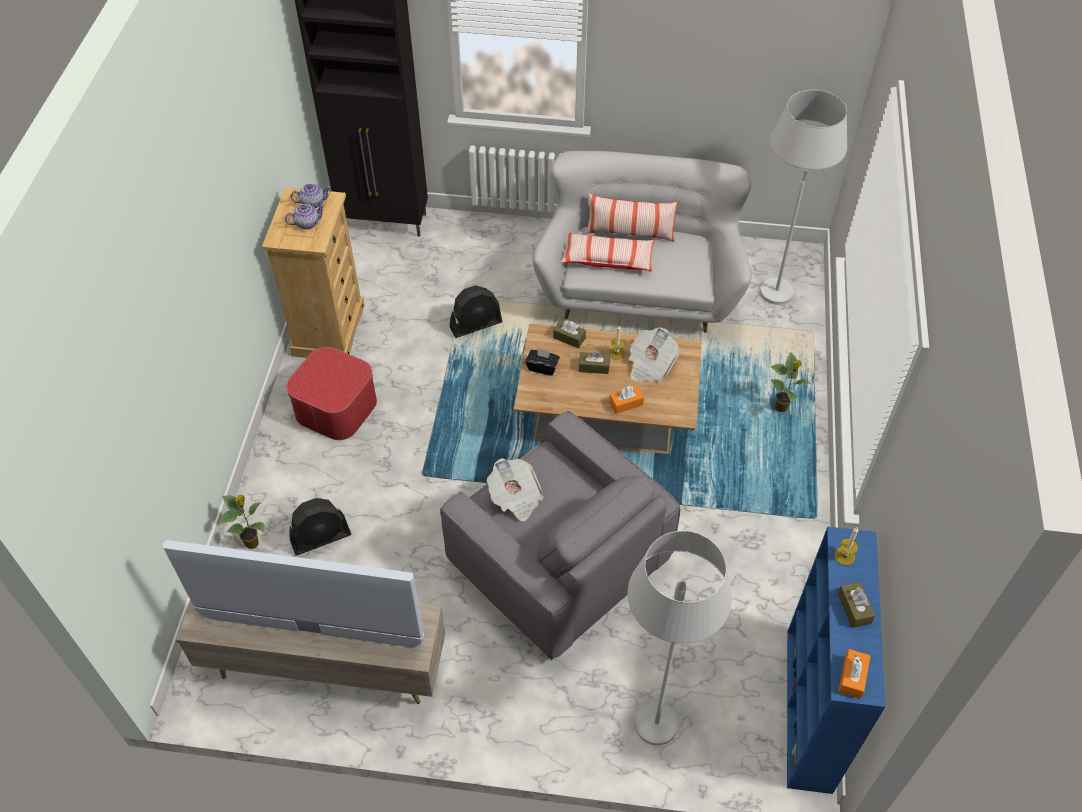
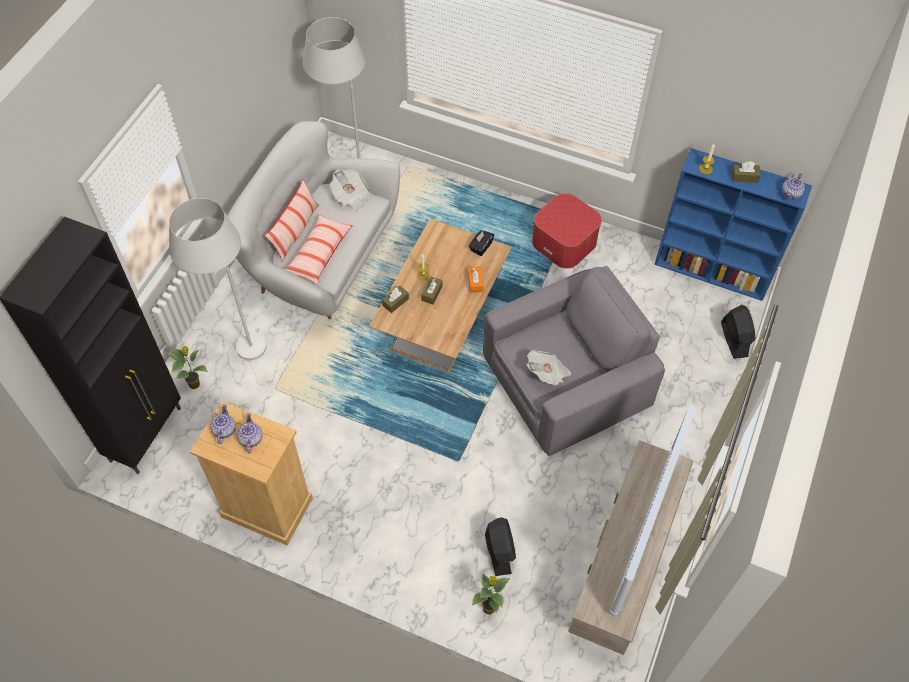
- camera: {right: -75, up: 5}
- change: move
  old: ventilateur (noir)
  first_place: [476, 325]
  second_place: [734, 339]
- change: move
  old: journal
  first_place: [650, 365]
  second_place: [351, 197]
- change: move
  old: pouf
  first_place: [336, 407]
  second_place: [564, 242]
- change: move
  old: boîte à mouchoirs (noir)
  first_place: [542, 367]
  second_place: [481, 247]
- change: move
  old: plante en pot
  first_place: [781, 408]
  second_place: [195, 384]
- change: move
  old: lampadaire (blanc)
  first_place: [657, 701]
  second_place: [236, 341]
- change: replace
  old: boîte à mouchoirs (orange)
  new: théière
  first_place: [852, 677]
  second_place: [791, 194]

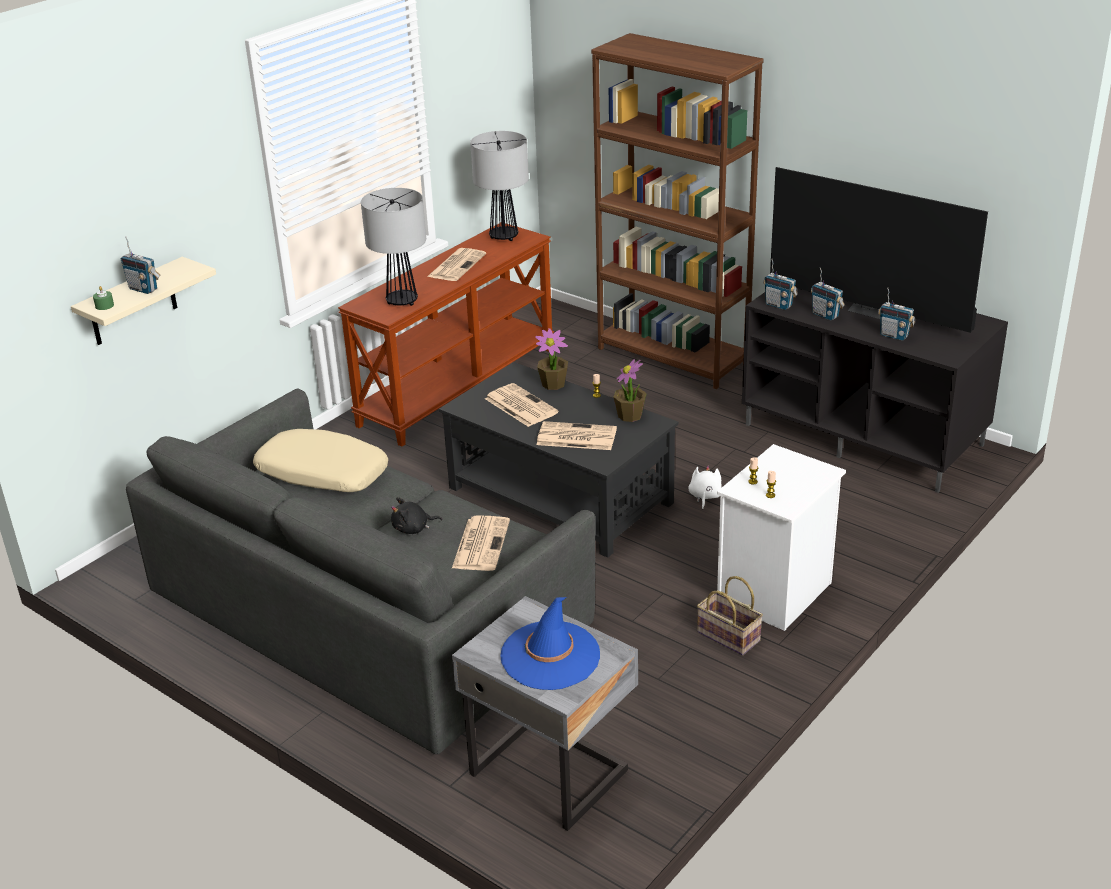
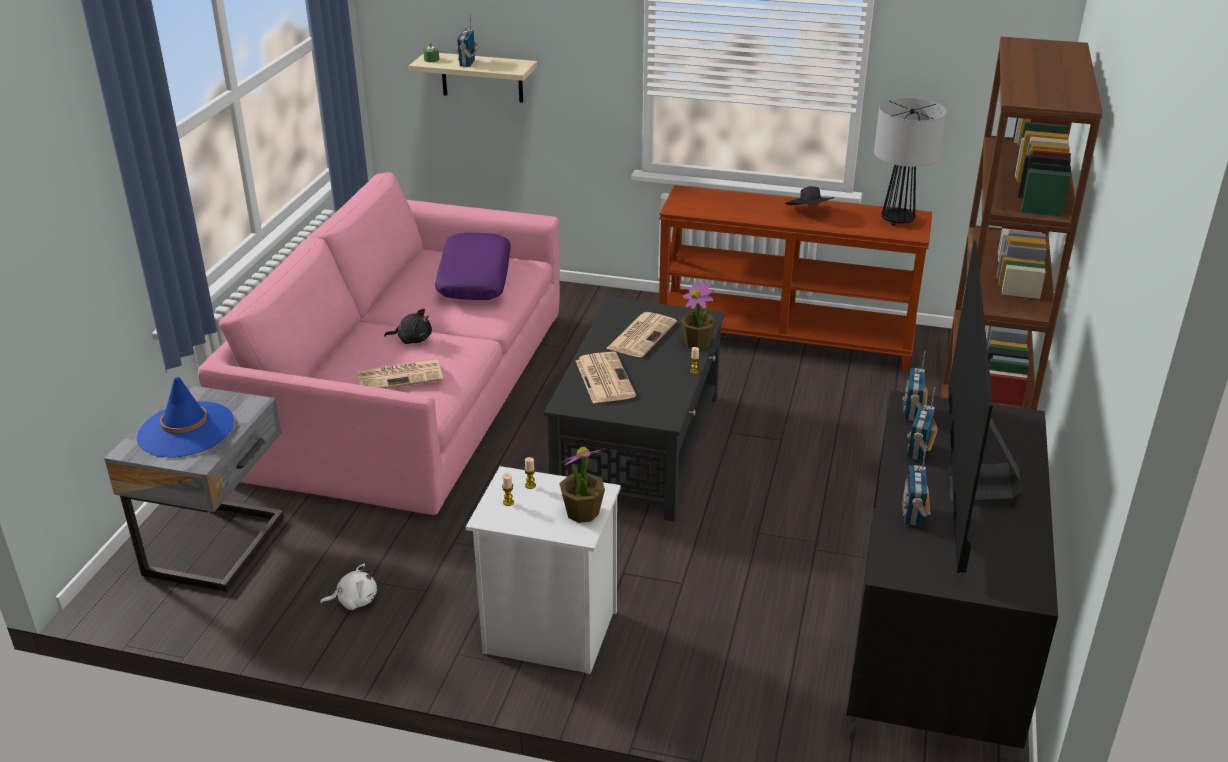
- camera: {right: 65, up: 0}
- change: delete
  old: lampe de table
  first_place: [402, 301]
- change: replace
  old: journal
  new: chapeau (noir)
  first_place: [456, 265]
  second_place: [809, 213]
- change: move
  old: plante en pot
  first_place: [630, 415]
  second_place: [582, 512]
- change: recolor
  old: canapé (gris)
  new: canapé (rose)
  first_place: [366, 607]
  second_place: [408, 392]
- change: recolor
  old: coussin (beige)
  new: coussin (violet)
  first_place: [321, 474]
  second_place: [474, 278]
- change: move
  old: peluche (blanc)
  first_place: [704, 497]
  second_place: [354, 600]
- change: rotate
  old: peluche (noir)
  first_place: [413, 528]
  second_place: [412, 339]
  degrees: 135
- change: delete
  old: panier
  first_place: [726, 636]

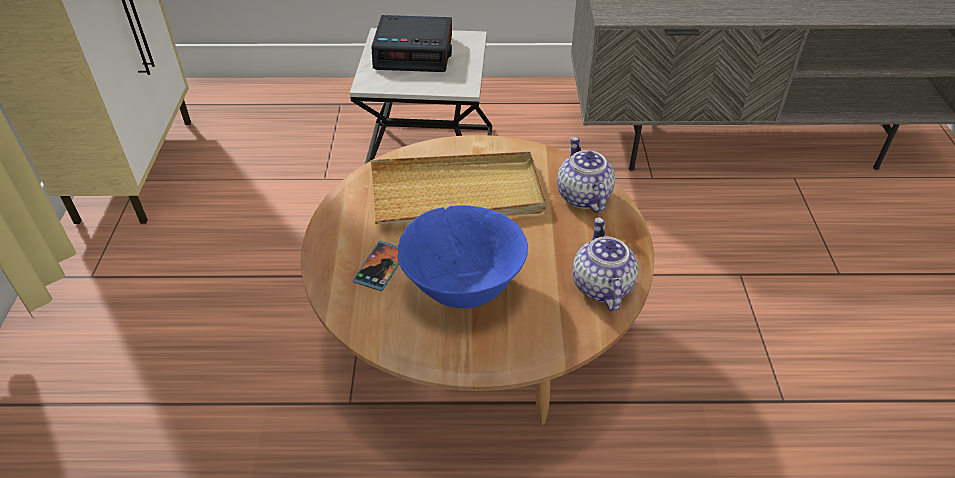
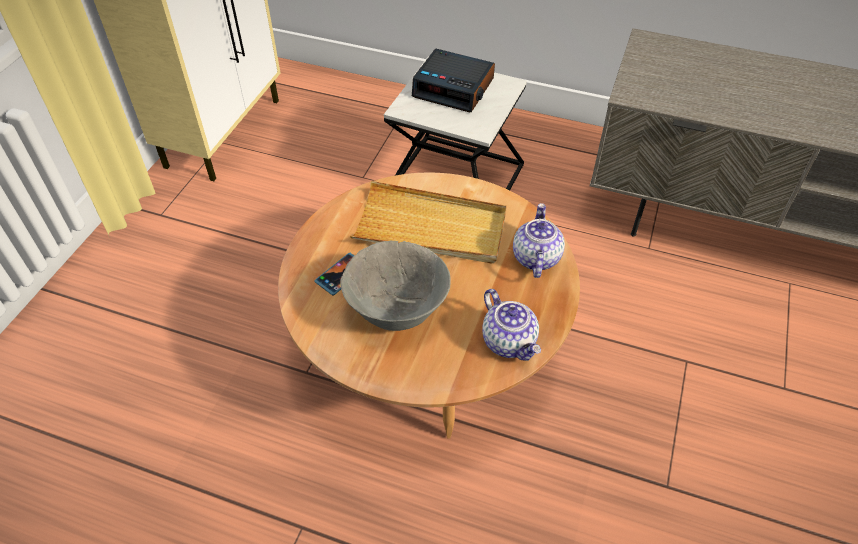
- camera: {right: 20, up: 5}
- change: recolor
  old: bol (bleu)
  new: bol (gris)
  first_place: [463, 288]
  second_place: [397, 311]
- change: rotate
  old: théière
  first_place: [601, 285]
  second_place: [509, 341]
  degrees: 135

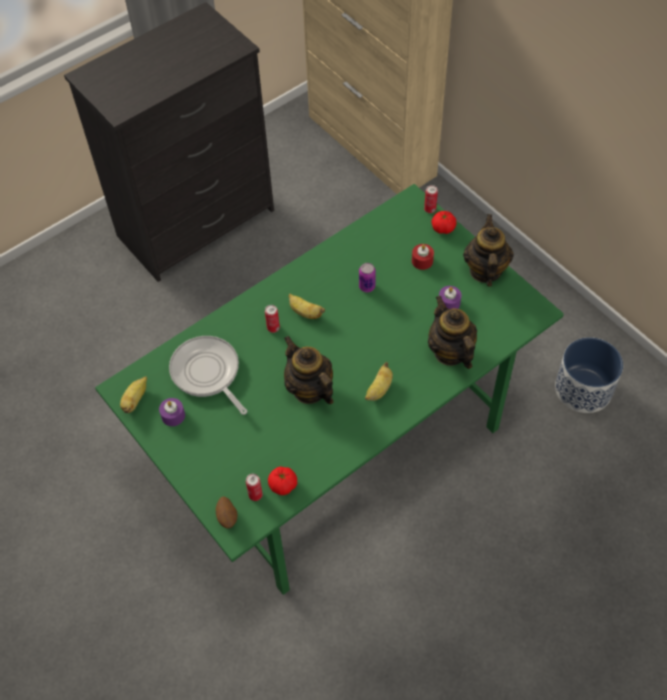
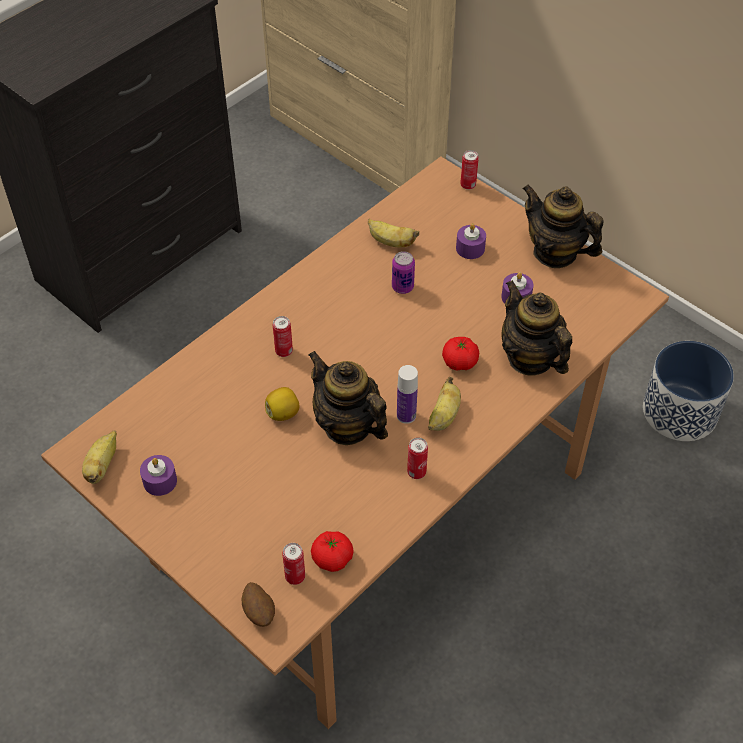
- camera: {right: -10, up: -5}
- change: recolor
  old: table à manger (vert)
  new: table à manger (marron)
  first_place: [337, 447]
  second_place: [371, 520]
- change: move
  old: tomate
  first_place: [443, 228]
  second_place: [460, 362]
- change: rotate
  old: théière
  first_place: [485, 270]
  second_place: [555, 253]
  degrees: -45
- change: recolor
  old: bougie (rouge)
  new: bougie (violet)
  first_place: [422, 261]
  second_place: [470, 248]
- change: move
  old: banane
  first_place: [305, 312]
  second_place: [390, 242]
- change: delete
  old: poêle
  first_place: [207, 373]
- change: insert
  new: bouteille
  second_place: [406, 415]
- change: insert
  new: citron
  second_place: [283, 413]
- change: insert
  new: boîte métallique
  second_place: [416, 472]

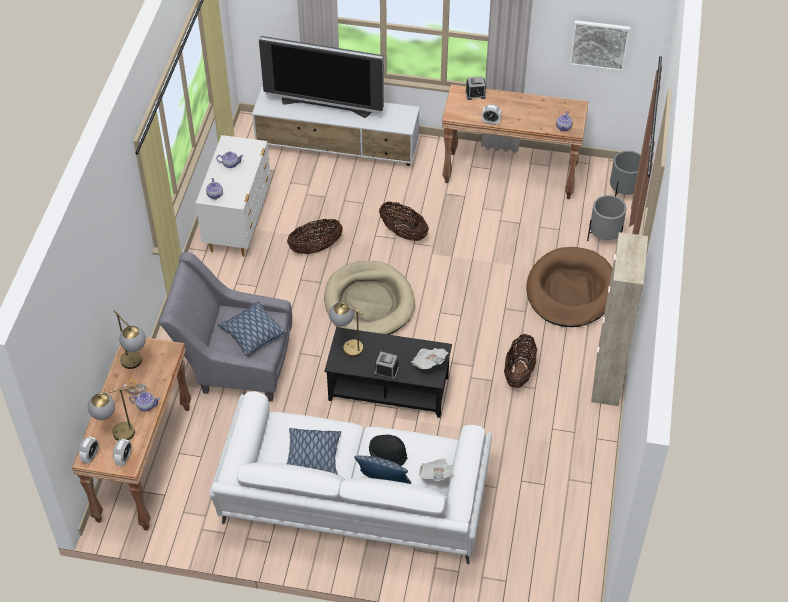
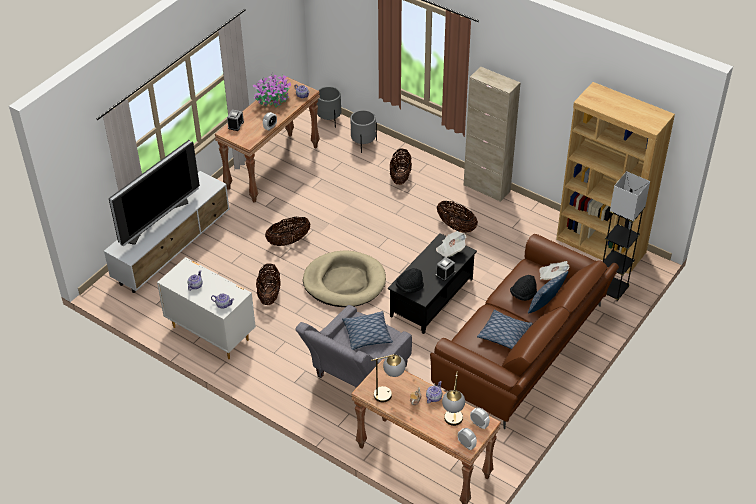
- camera: {right: -65, up: -5}
- change: delete
  old: tableau
  first_place: [599, 44]
- change: replace
  old: panier pour chien (marron)
  new: panier
  first_place: [570, 291]
  second_place: [400, 177]
- change: replace
  old: lampe de table
  new: chapeau (noir)
  first_place: [347, 346]
  second_place: [409, 287]
- change: recolor
  old: canapé (blanc)
  new: canapé (marron)
  first_place: [352, 503]
  second_place: [522, 349]
- change: insert
  new: plante en pot
  second_place: [273, 100]
- change: insert
  new: bibliothèque (marron)
  second_place: [601, 246]
- change: insert
  new: lampadaire (noir)
  second_place: [612, 290]

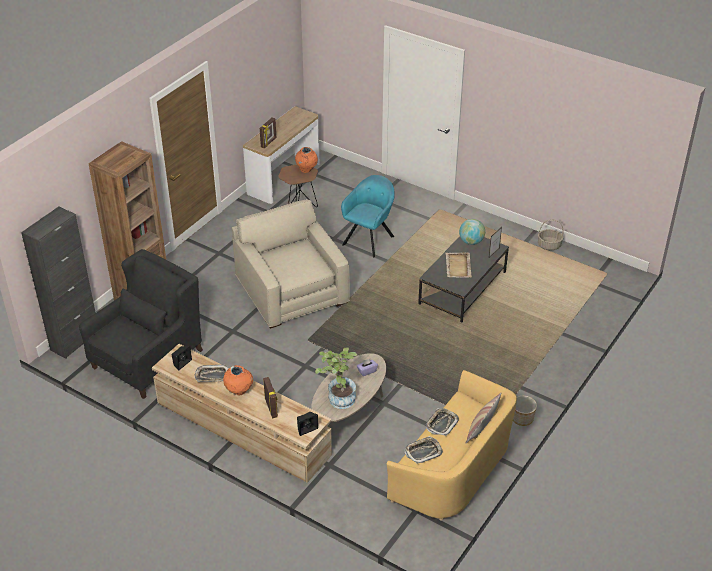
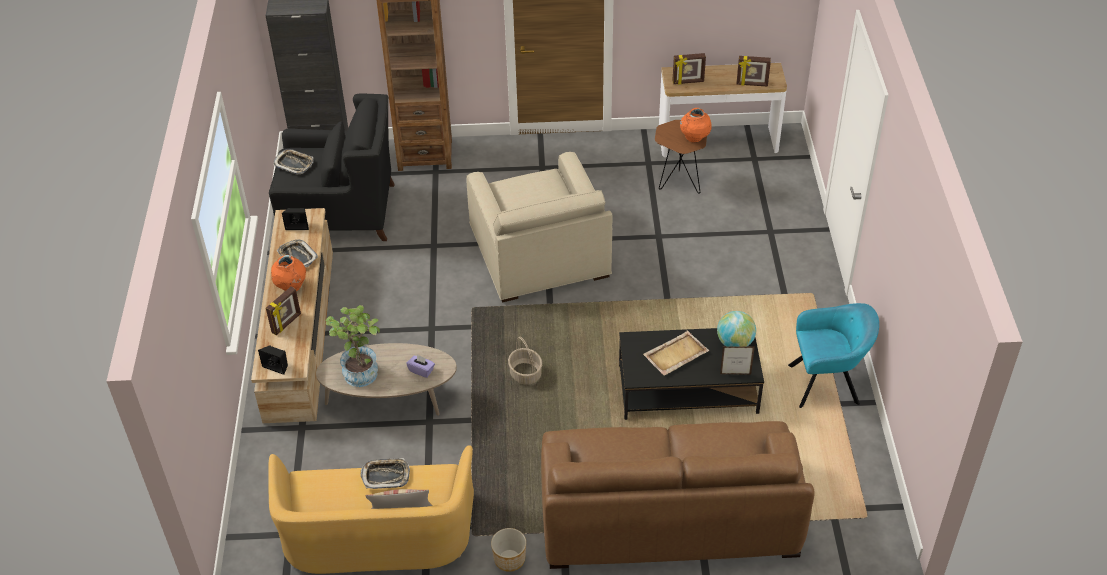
- camera: {right: 55, up: 5}
- change: move
  old: fauteuil (turquoise)
  first_place: [369, 239]
  second_place: [827, 384]
- change: rotate
  old: fauteuil (beige)
  first_place: [291, 290]
  second_place: [539, 252]
  degrees: 135
- change: move
  old: panier
  first_place: [549, 245]
  second_place: [526, 374]
- change: move
  old: plateau
  first_place: [423, 452]
  second_place: [294, 164]
- change: insert
  new: cadre photo
  second_place: [752, 84]
- change: insert
  new: canapé (marron)
  second_place: [668, 512]

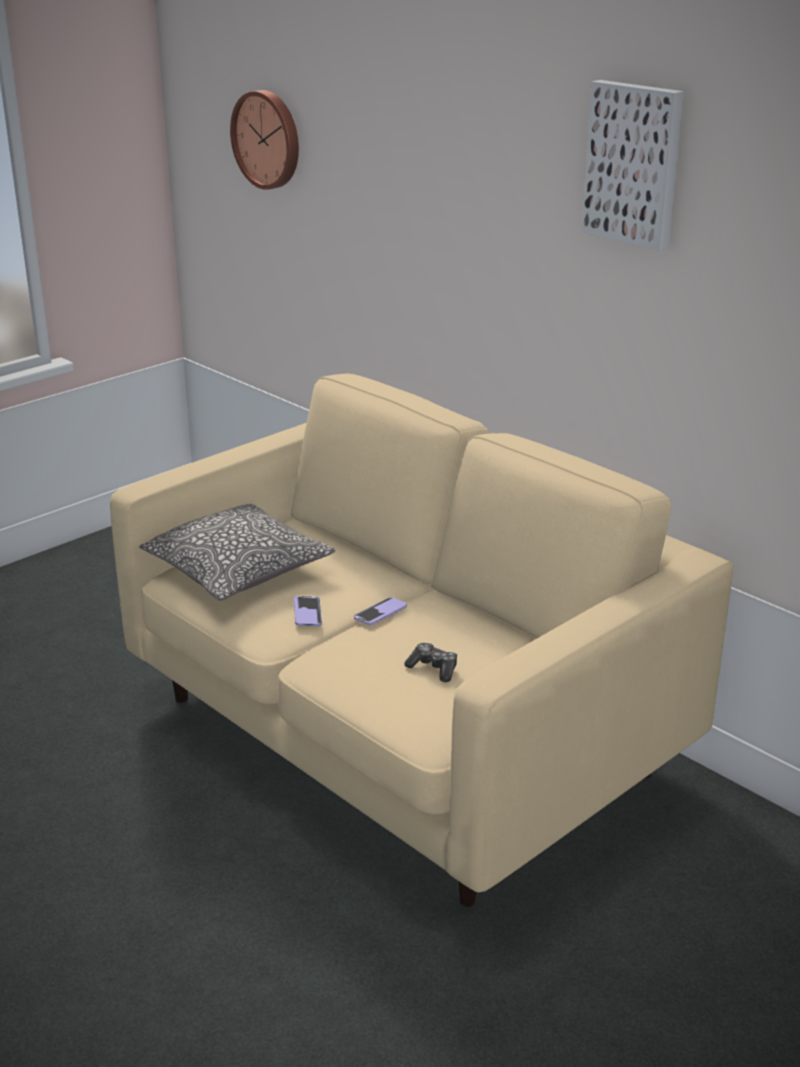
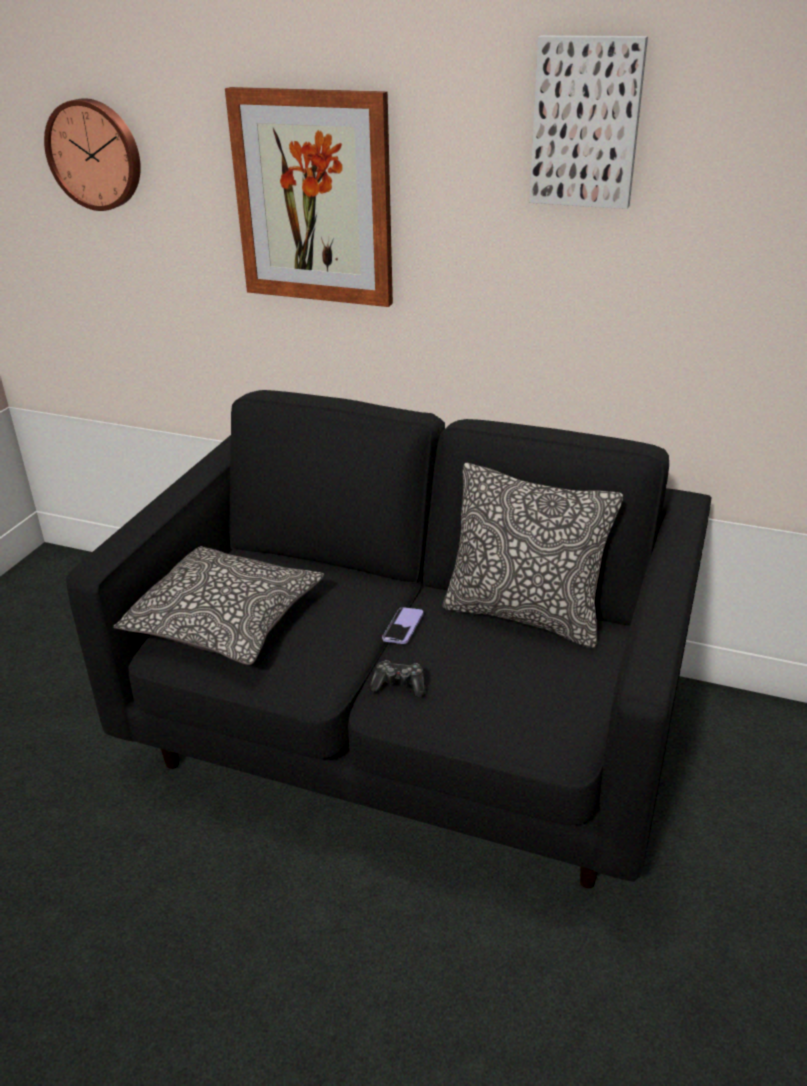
- camera: {right: -25, up: 5}
- change: recolor
  old: canapé (beige)
  new: canapé (noir)
  first_place: [400, 734]
  second_place: [408, 729]
- change: delete
  old: téléphone
  first_place: [307, 613]
- change: move
  old: manette
  first_place: [433, 668]
  second_place: [399, 685]
- change: insert
  new: tableau
  second_place: [314, 198]
- change: insert
  new: coussin
  second_place: [524, 615]

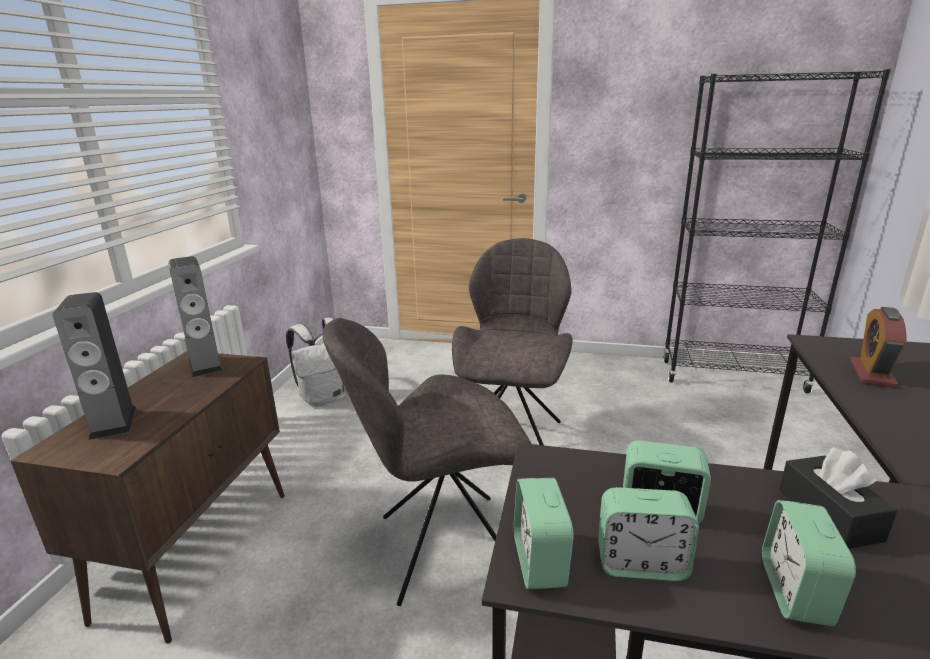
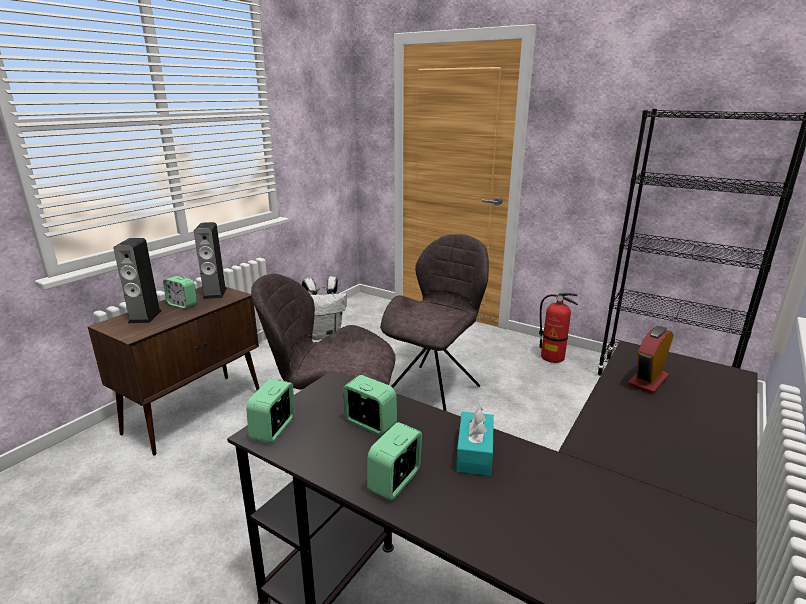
- camera: {right: 20, up: 0}
- change: recolor
  old: boîte à mouchoirs (noir)
  new: boîte à mouchoirs (turquoise)
  first_place: [829, 514]
  second_place: [474, 453]
- change: move
  old: réveil
  first_place: [641, 564]
  second_place: [182, 304]
- change: insert
  new: extincteur
  second_place: [552, 357]

